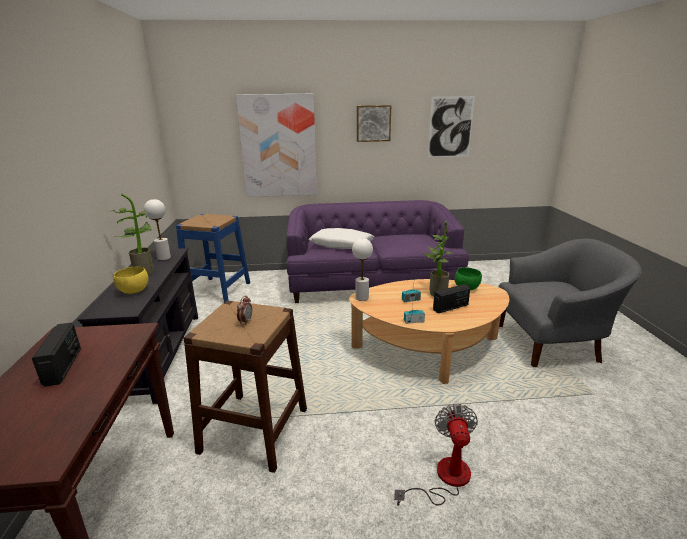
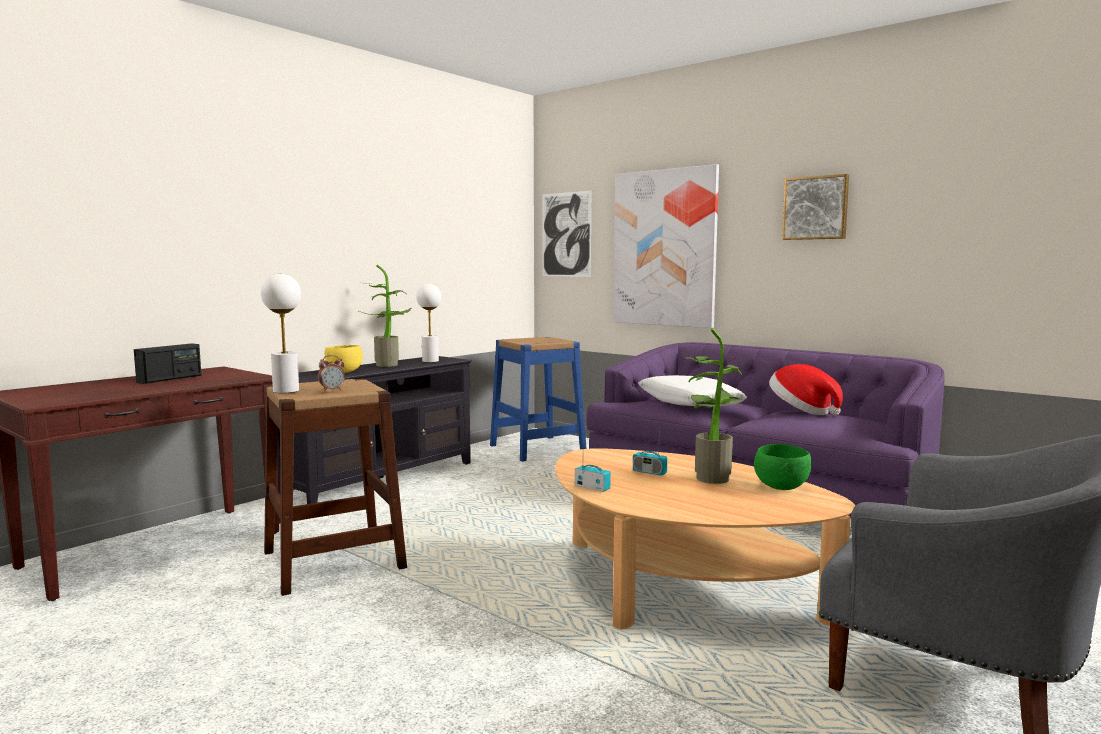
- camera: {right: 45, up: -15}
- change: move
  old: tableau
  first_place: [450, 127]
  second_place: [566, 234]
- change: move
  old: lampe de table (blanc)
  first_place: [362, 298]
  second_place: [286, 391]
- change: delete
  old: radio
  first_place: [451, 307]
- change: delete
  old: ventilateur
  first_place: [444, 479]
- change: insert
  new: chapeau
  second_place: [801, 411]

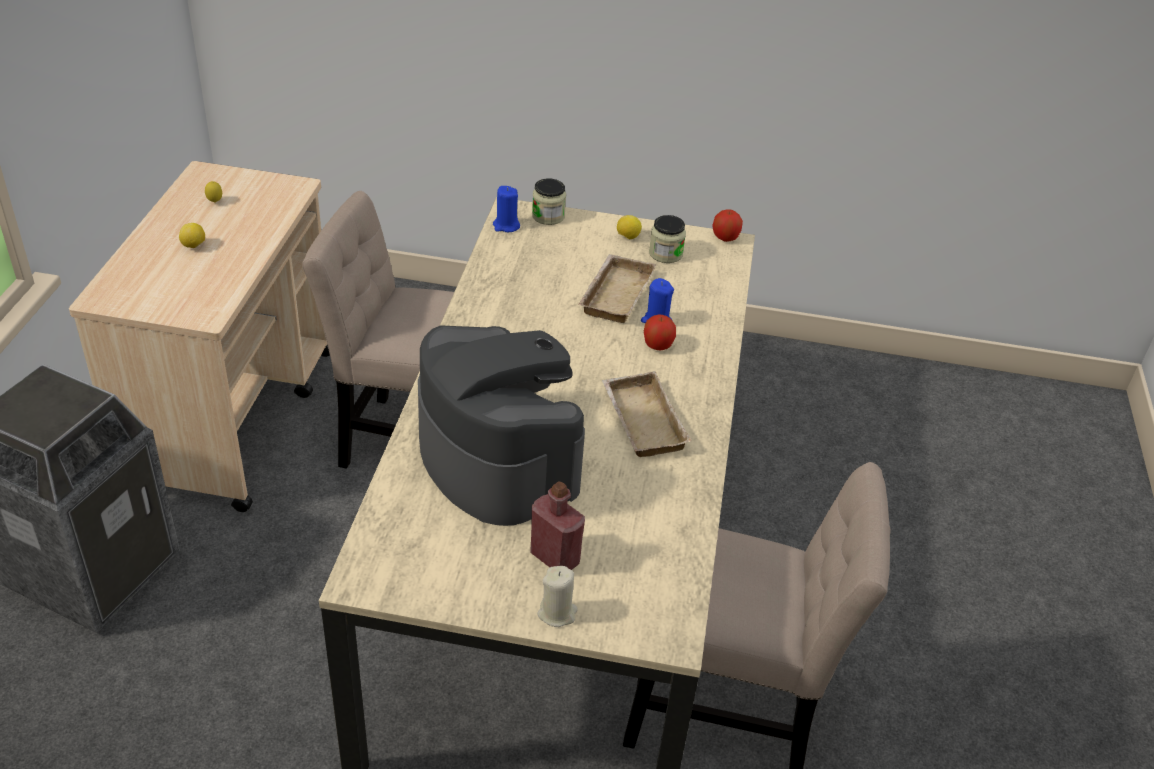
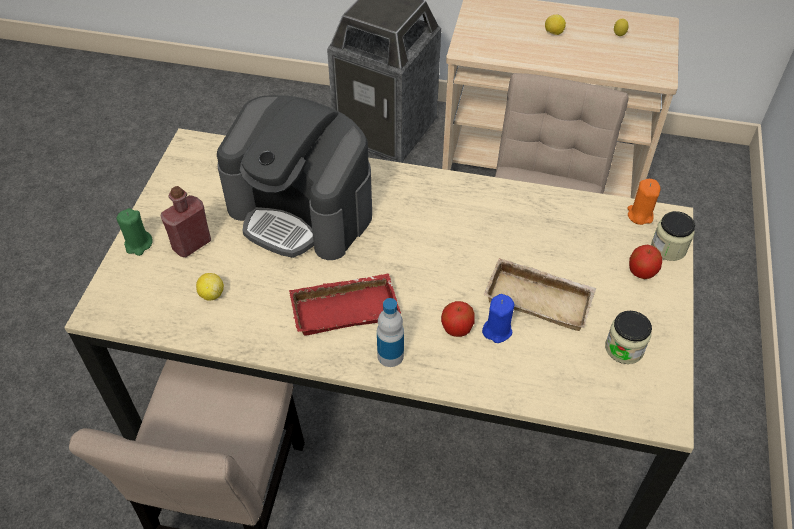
- camera: {right: 95, up: 10}
- change: recolor
  old: bougie (bleu)
  new: bougie (orange)
  first_place: [506, 226]
  second_place: [639, 215]
- change: move
  old: pomme
  first_place: [725, 238]
  second_place: [642, 272]
- change: move
  old: citron
  first_place: [627, 237]
  second_place: [211, 294]
- change: rotate
  old: machine à café
  first_place: [497, 459]
  second_place: [302, 211]
  degrees: 60
- change: recolor
  old: plateau (beige)
  new: plateau (rouge)
  first_place: [640, 420]
  second_place: [346, 307]
- change: recolor
  old: bougie (beige)
  new: bougie (vert)
  first_place: [557, 613]
  second_place: [138, 244]
- change: insert
  new: bouteille
  second_place: [390, 355]

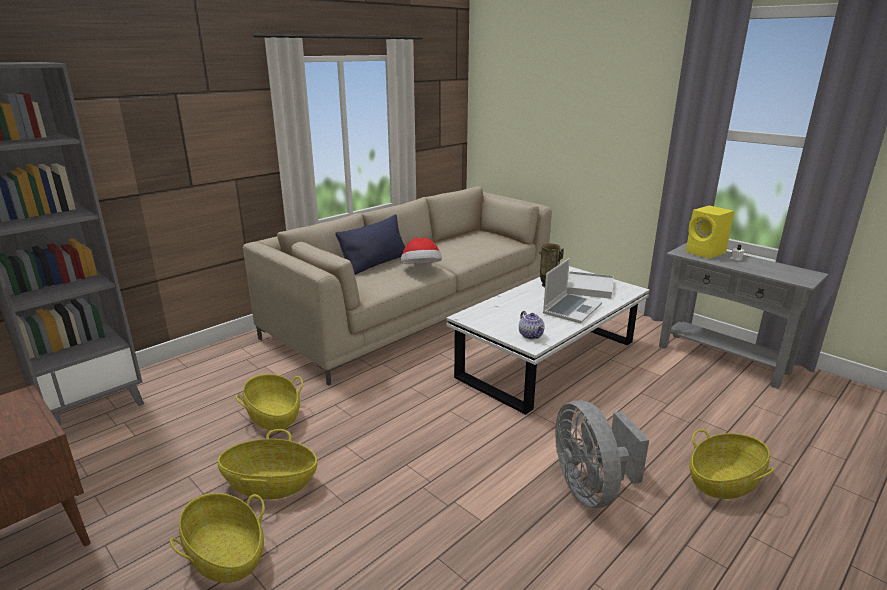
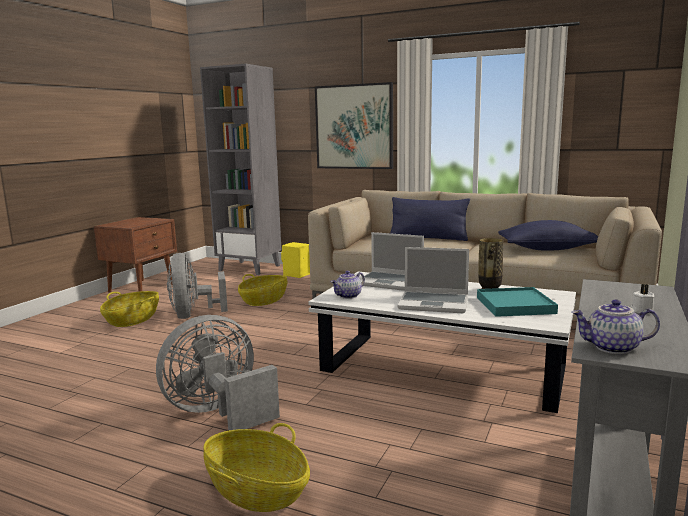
- camera: {right: 70, up: -10}
- change: move
  old: enceinte (jaune)
  first_place: [706, 253]
  second_place: [296, 275]
- change: delete
  old: chapeau
  first_place: [421, 269]
- change: recolor
  old: plateau (blanc)
  new: plateau (turquoise)
  first_place: [589, 287]
  second_place: [515, 305]
- change: replace
  old: panier
  new: ventilateur (gris)
  first_place: [270, 484]
  second_place: [193, 315]
- change: insert
  new: tableau
  second_place: [354, 127]
- change: insert
  new: coussin (bleu)
  second_place: [547, 249]
- change: insert
  new: ordinateur portable
  second_place: [391, 282]
- change: insert
  new: théière
  second_place: [612, 348]

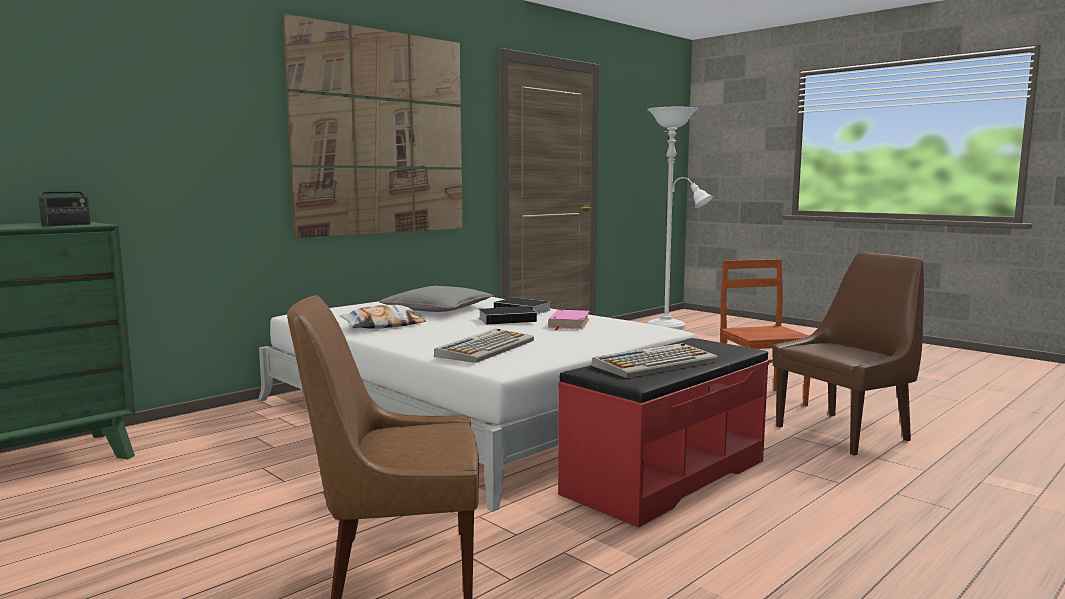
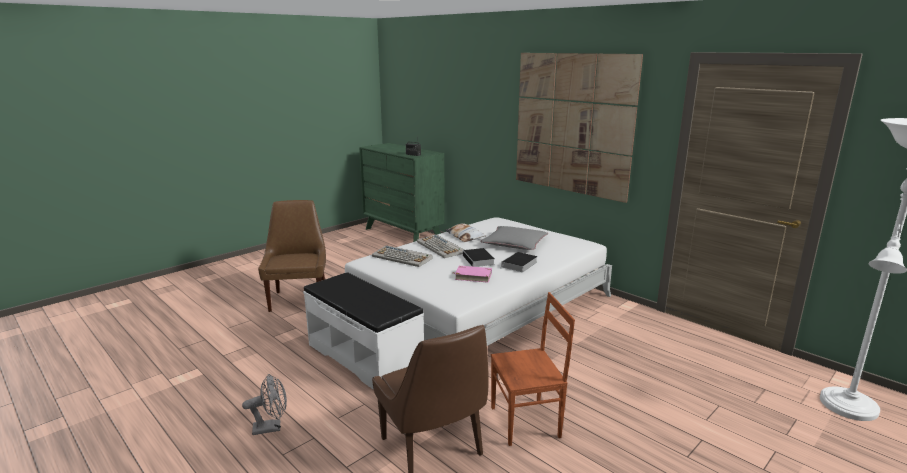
- camera: {right: 90, up: 10}
- change: recolor
  old: banc (rouge)
  new: banc (blanc)
  first_place: [664, 476]
  second_place: [365, 357]
- change: move
  old: clavier
  first_place: [655, 363]
  second_place: [440, 247]
- change: insert
  new: ventilateur (gris)
  second_place: [271, 427]

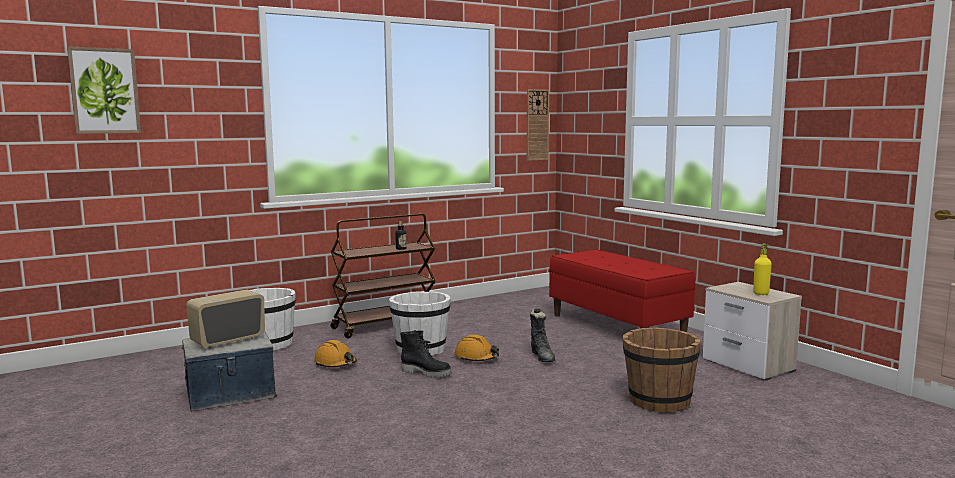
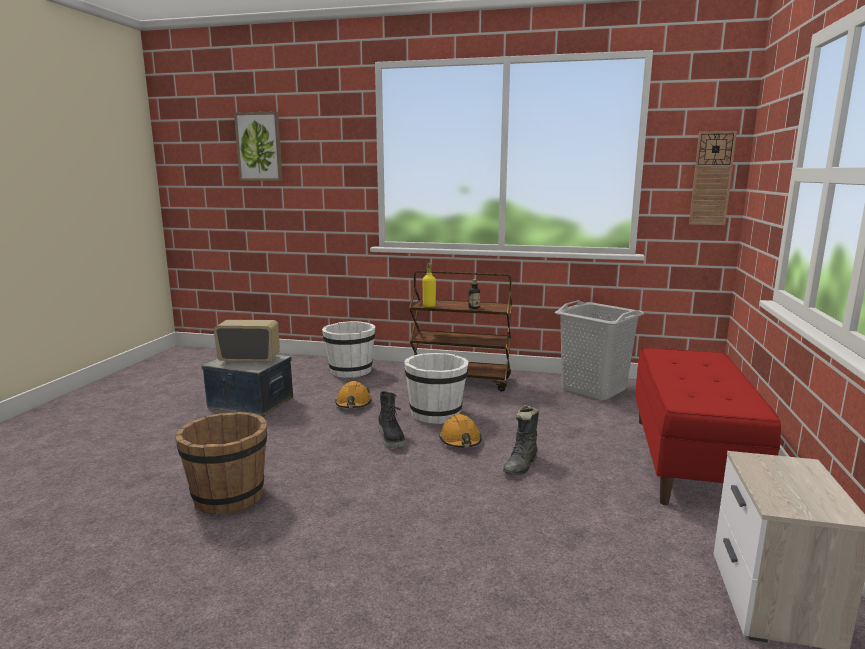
- camera: {right: 45, up: 5}
- change: move
  old: bouteille (jaune)
  first_place: [761, 293]
  second_place: [429, 305]
- change: move
  old: seau (marron)
  first_place: [658, 401]
  second_place: [228, 496]
- change: insert
  new: panier à linge (gris)
  second_place: [593, 390]

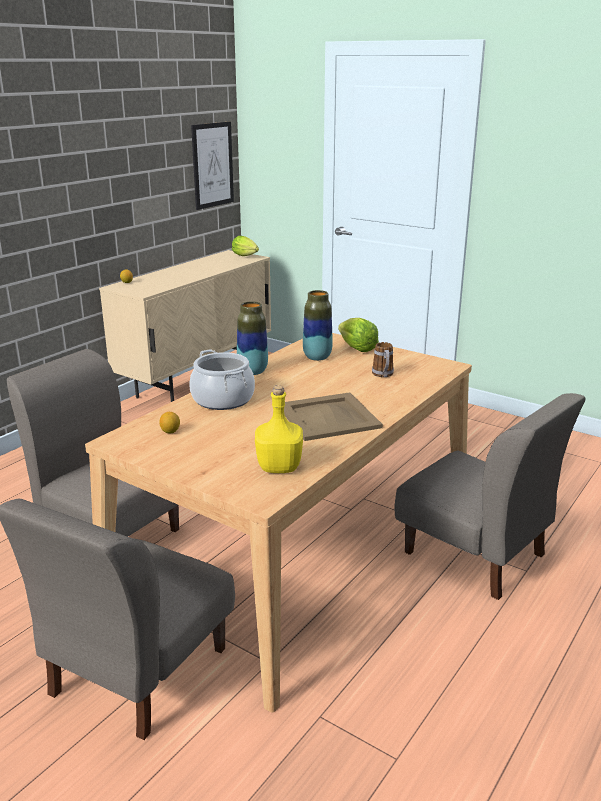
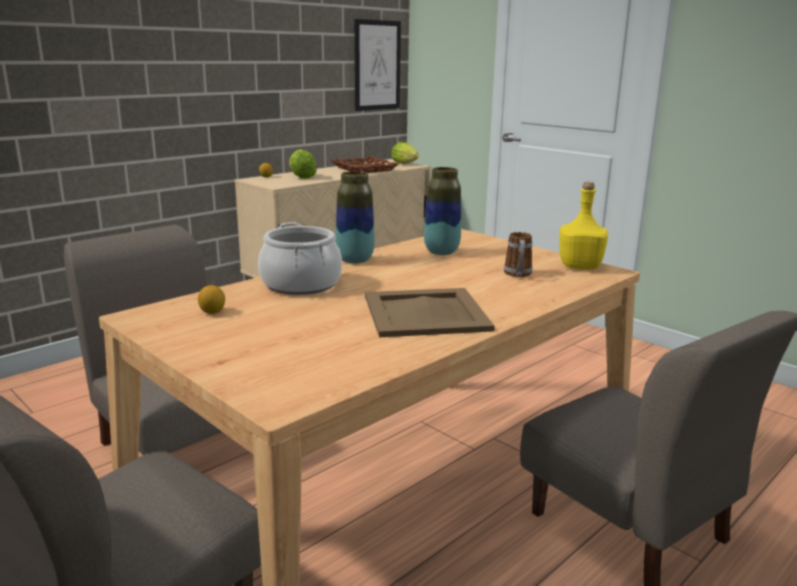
- camera: {right: 10, up: -5}
- change: move
  old: laitue
  first_place: [356, 348]
  second_place: [301, 177]
- change: move
  old: bouteille (jaune)
  first_place: [278, 467]
  second_place: [578, 266]
- change: insert
  new: plateau (marron)
  second_place: [364, 169]

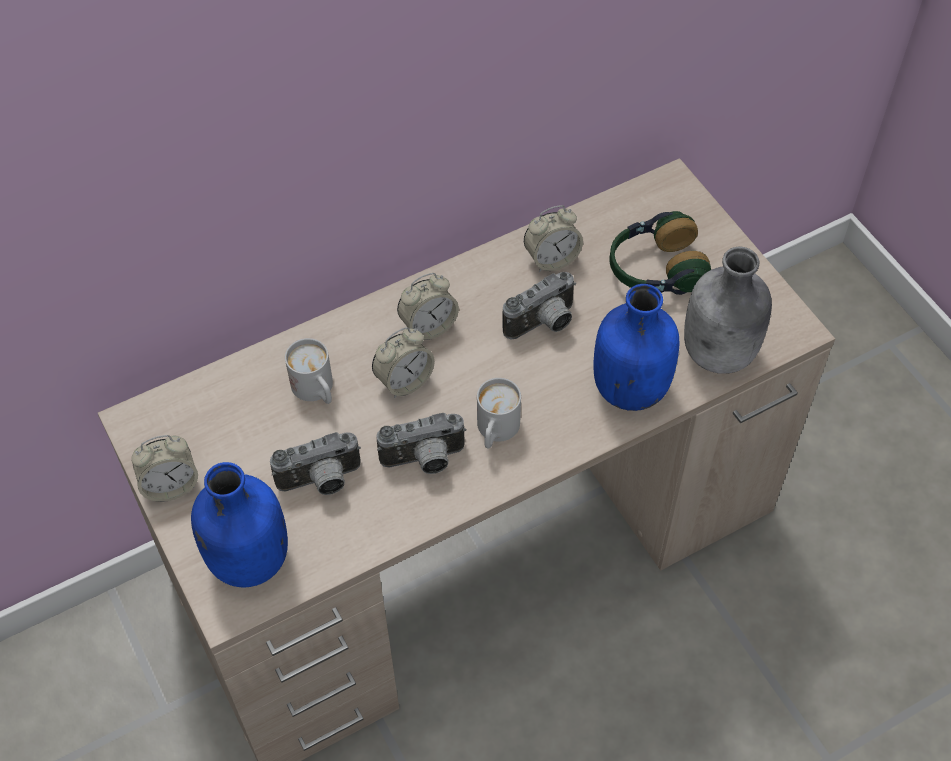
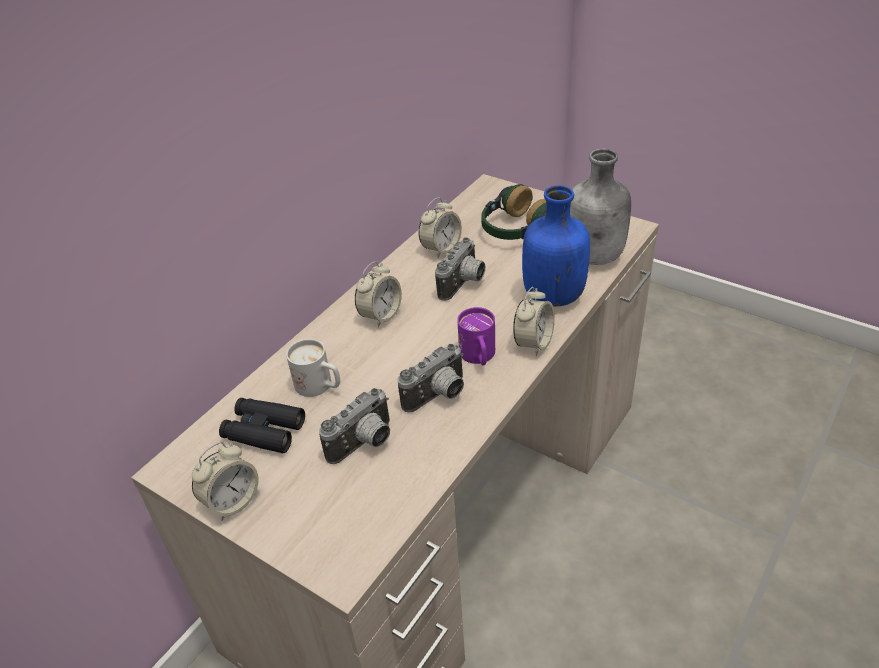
- camera: {right: -25, up: -15}
- change: move
  old: réveil
  first_place: [404, 381]
  second_place: [533, 343]
- change: recolor
  old: mug (blanc)
  new: mug (violet)
  first_place: [495, 432]
  second_place: [479, 357]
- change: delete
  old: bouteille (bleu)
  first_place: [247, 560]
- change: insert
  new: jumelles (noir)
  second_place: [264, 431]

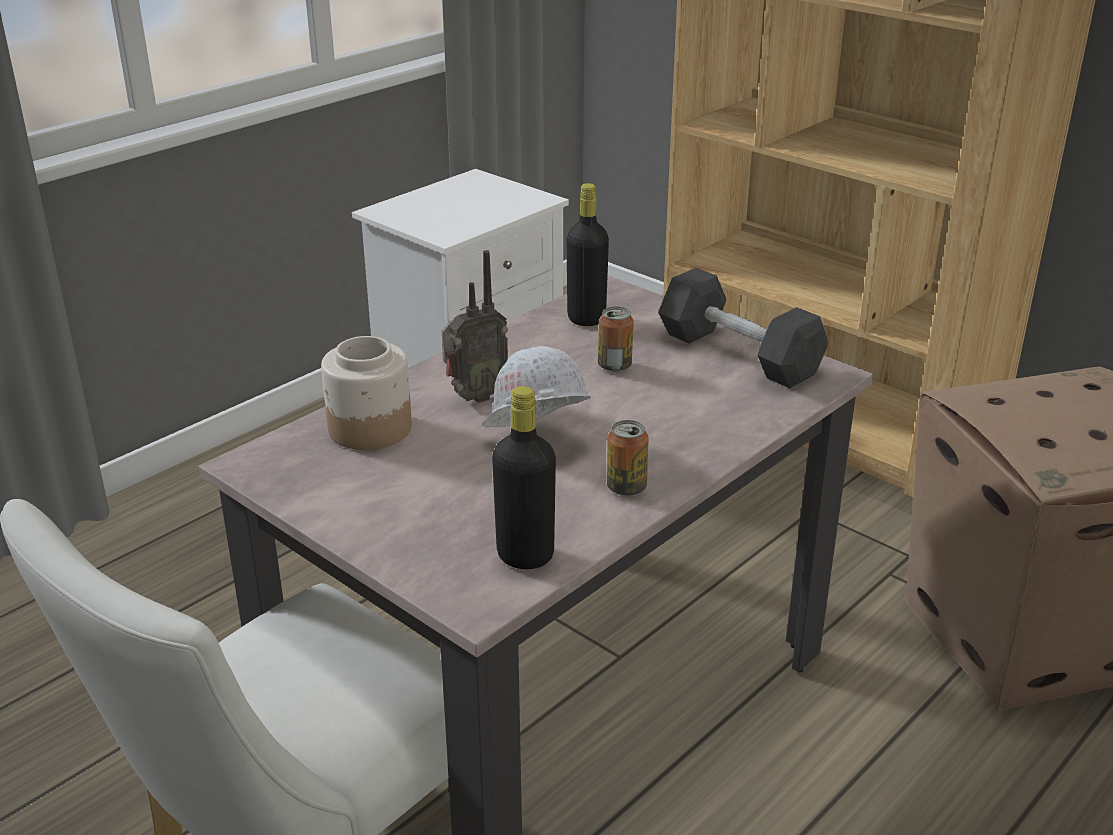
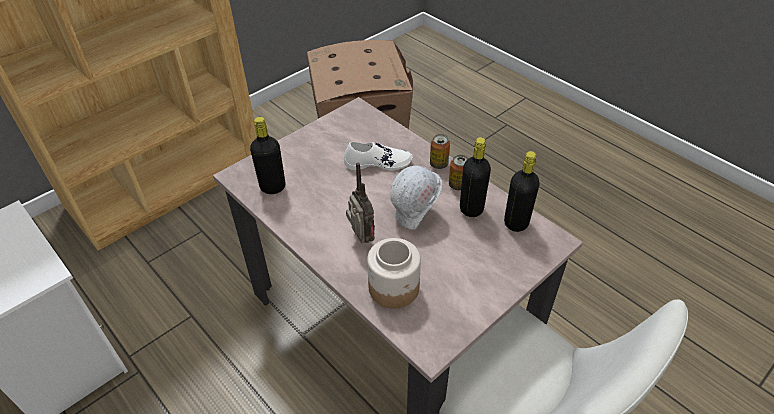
- camera: {right: -85, up: 15}
- change: delete
  old: haltère (noir)
  first_place: [738, 354]
- change: move
  old: boîte métallique
  first_place: [614, 366]
  second_place: [439, 164]
- change: insert
  new: bouteille (noir)
  second_place: [471, 209]
- change: insert
  new: chaussure (blanc)
  second_place: [378, 163]

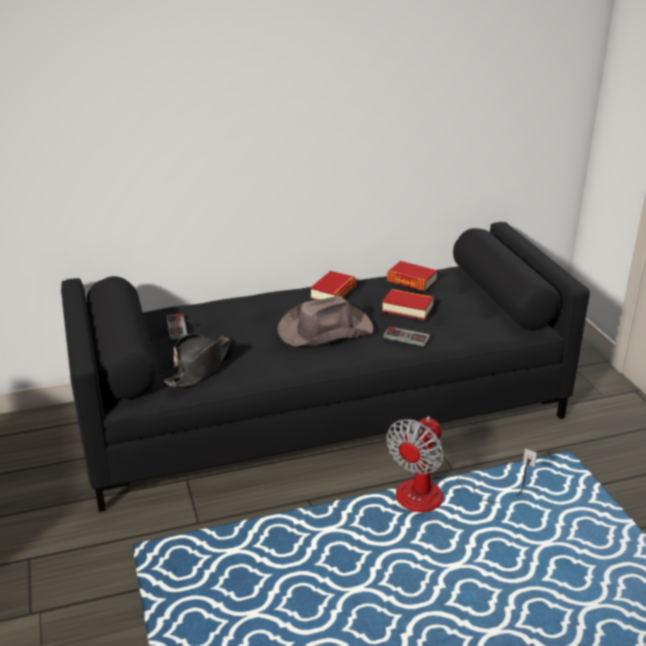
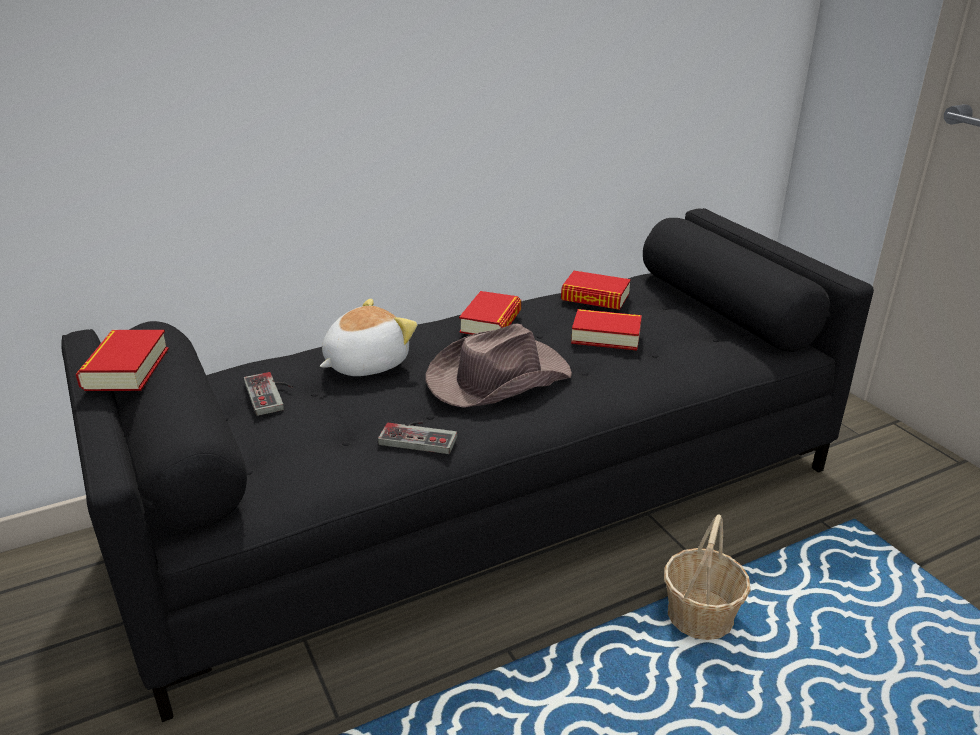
- camera: {right: -10, up: 0}
- change: move
  old: manette
  first_place: [408, 335]
  second_place: [420, 436]
- change: delete
  old: chapeau (noir)
  first_place: [199, 367]
- change: replace
  old: ventilateur
  new: panier
  first_place: [437, 496]
  second_place: [700, 616]
- change: insert
  new: peluche
  second_place: [365, 363]
- change: insert
  new: livre
  second_place: [126, 369]

